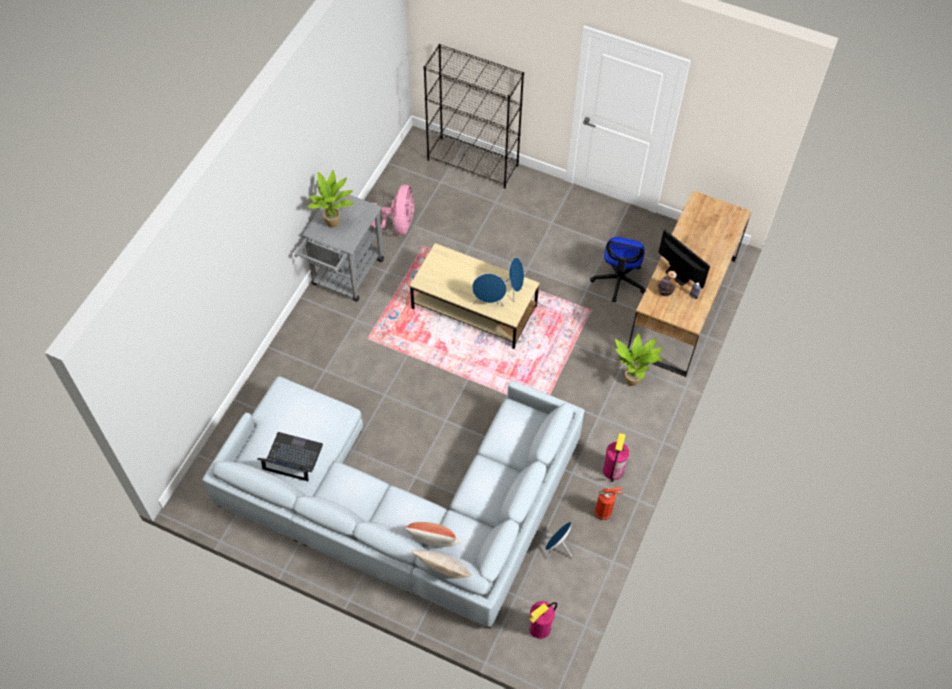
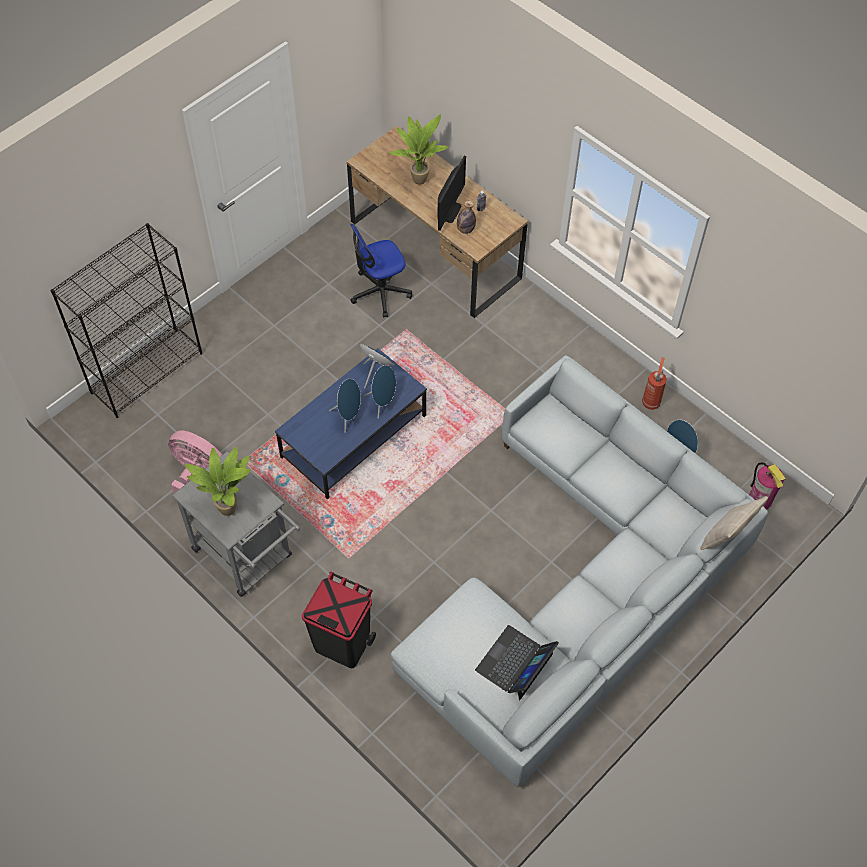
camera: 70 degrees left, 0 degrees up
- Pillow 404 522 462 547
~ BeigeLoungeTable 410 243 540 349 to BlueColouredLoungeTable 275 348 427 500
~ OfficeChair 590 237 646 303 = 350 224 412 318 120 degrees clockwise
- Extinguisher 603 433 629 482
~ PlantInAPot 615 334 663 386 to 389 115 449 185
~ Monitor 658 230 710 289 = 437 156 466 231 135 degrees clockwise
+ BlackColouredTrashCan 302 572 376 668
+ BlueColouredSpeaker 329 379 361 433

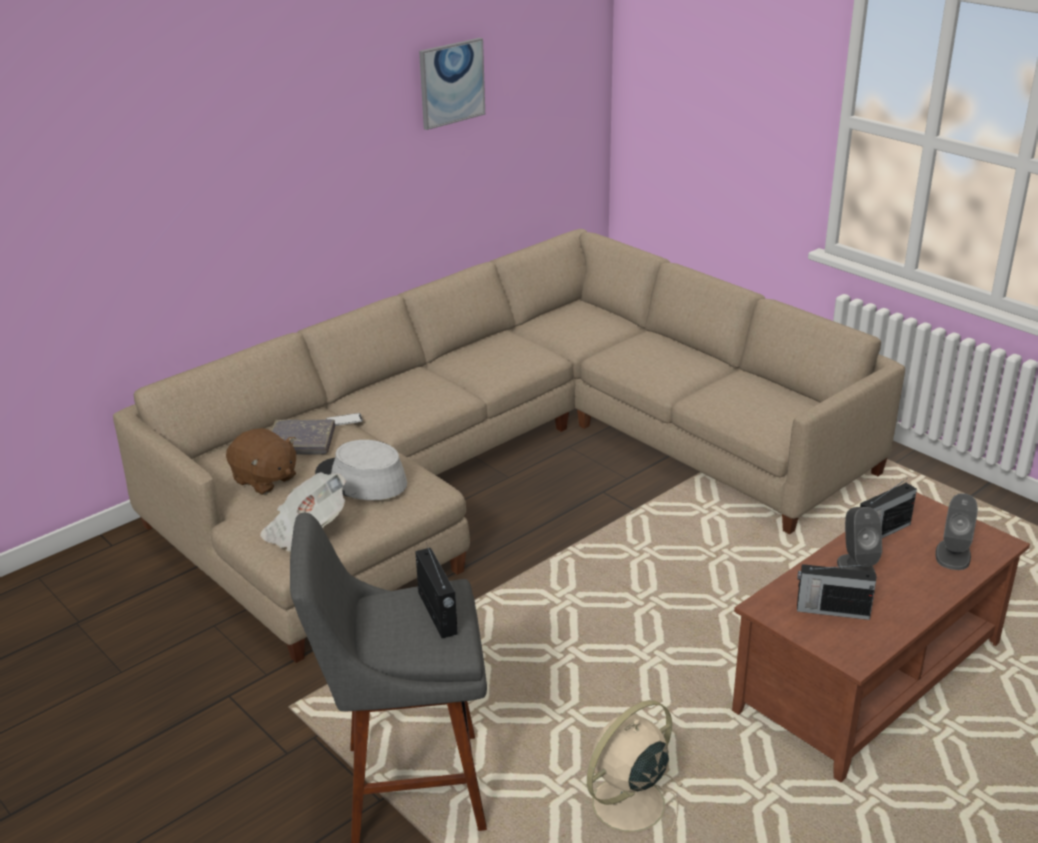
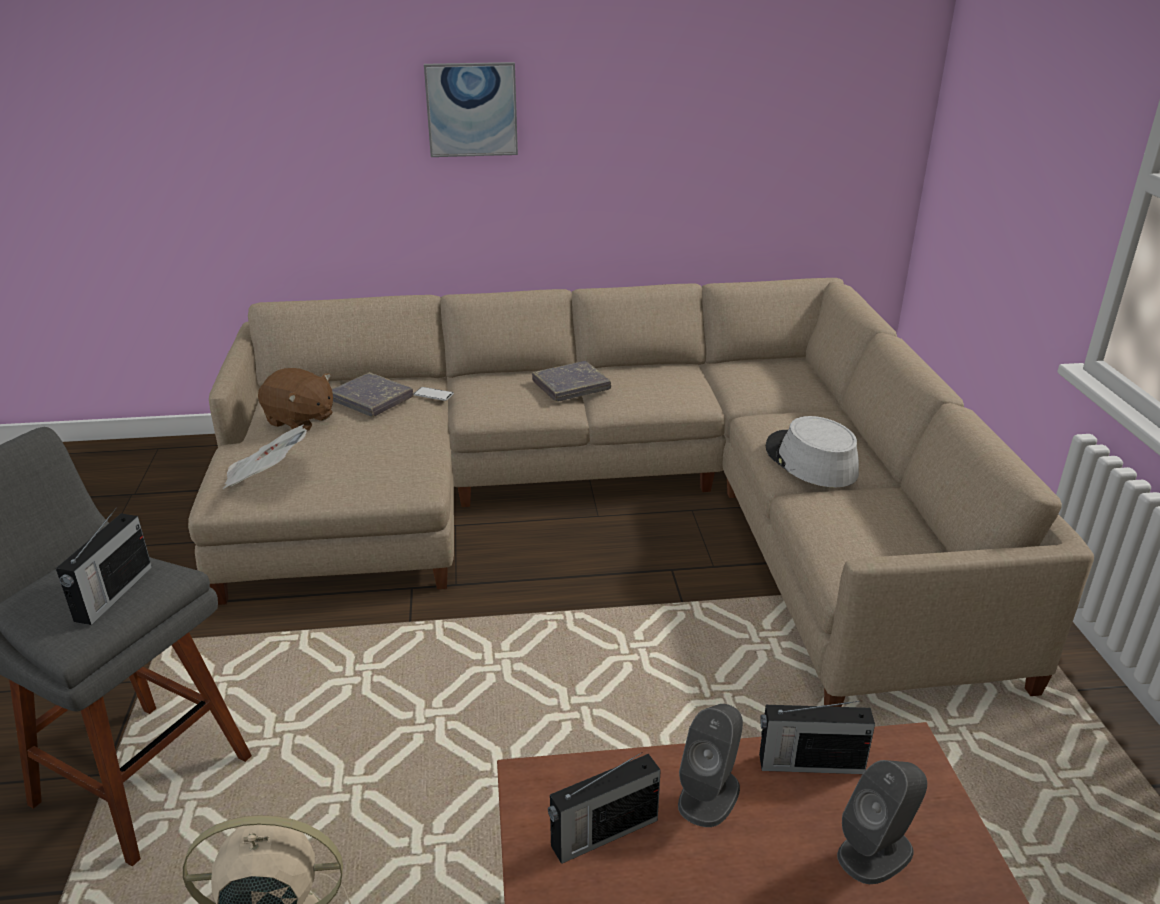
camera: 35 degrees right, 0 degrees up
~ BrownColouredSoftToy 226 428 296 495 = 258 368 333 431 45 degrees counterclockwise
~ GrayHat 315 440 407 500 to 766 416 859 487
~ WallArt 419 38 485 130 to 424 62 518 157
~ RadioSet 797 564 876 620 = 548 752 661 864 75 degrees counterclockwise
+ GrayVolume 532 361 611 402

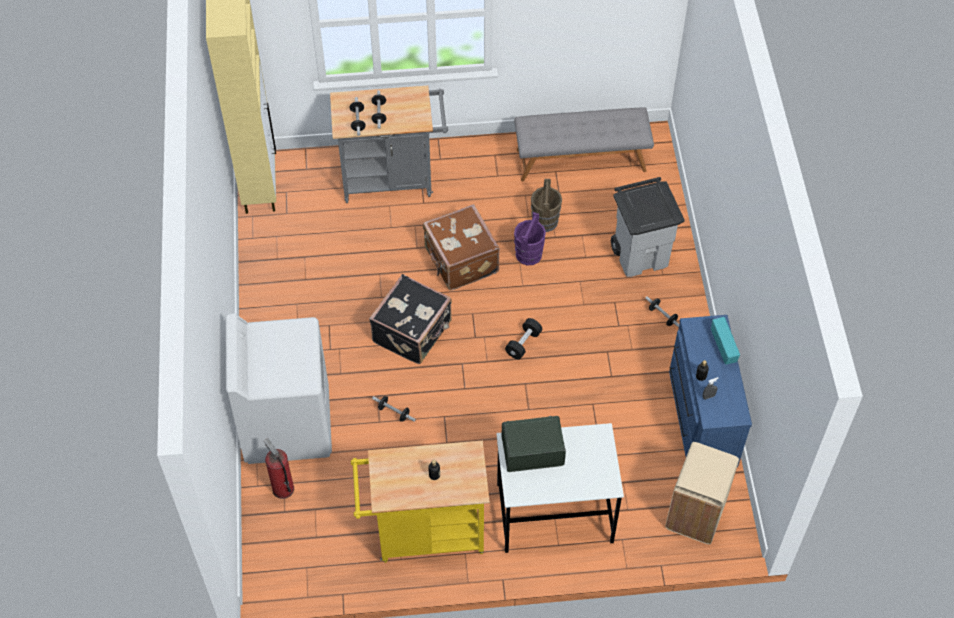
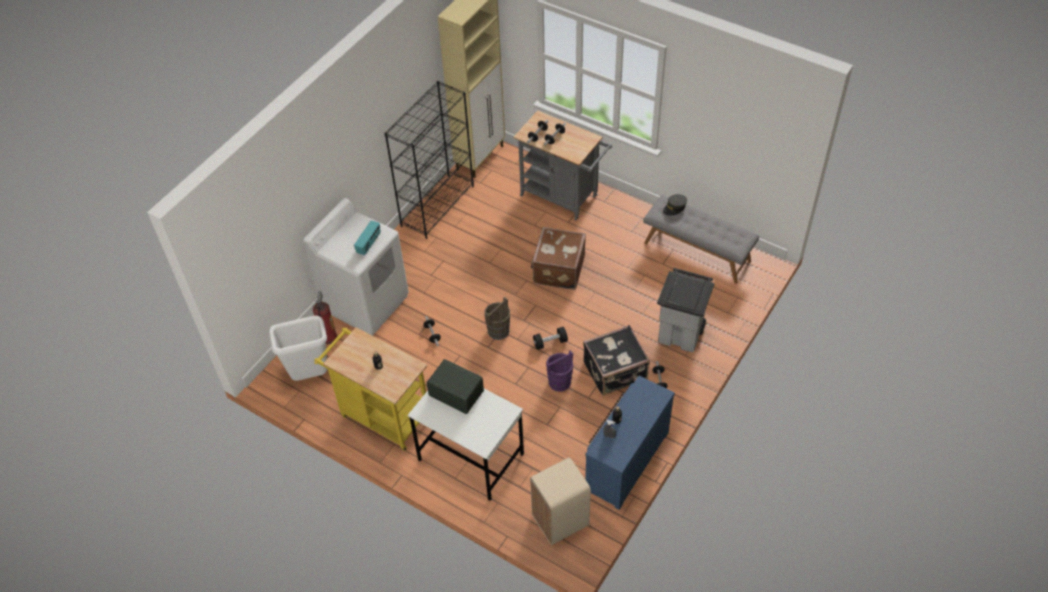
camera: 40 degrees right, 5 degrees down
~ BlackColouredTravelCase 369 274 452 364 to 583 325 650 396
~ PurpleBucket 514 212 546 266 to 546 350 573 392
~ BrownColouredBucket 531 179 562 232 to 484 297 510 340
~ RadioSet 711 317 740 365 to 354 220 381 255
+ WhiteColouredTrashCan 269 315 327 381
+ BlackColouredShelvingUnit 385 81 474 239
+ GrayBaseballCap 663 194 687 216

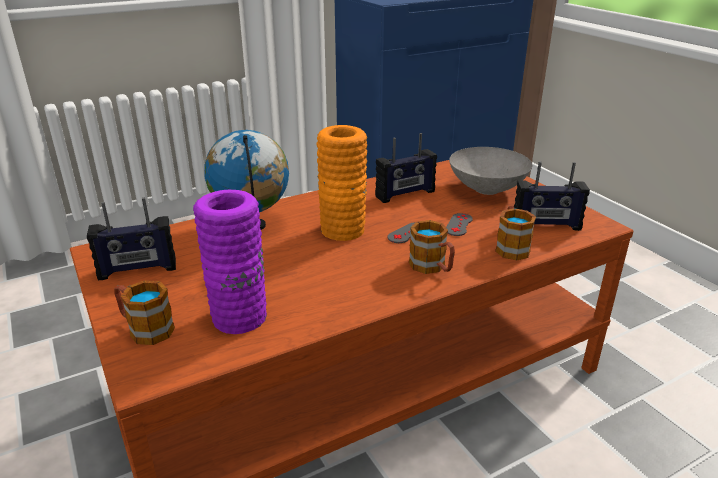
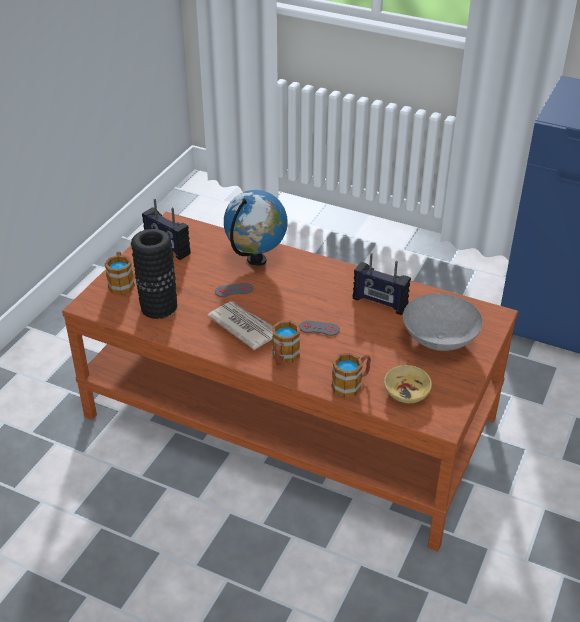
camera: 55 degrees right, 10 degrees up
~ PurpleVase 193 190 267 334 to BlackColouredVase 131 229 177 319
- OrangeVase 316 125 367 241
~ GrayJoypad 446 213 473 236 to 215 283 253 297
~ RadioSet 514 161 590 231 to BeigeDeepDish 384 365 432 403
+ DailyPaper 208 301 273 350

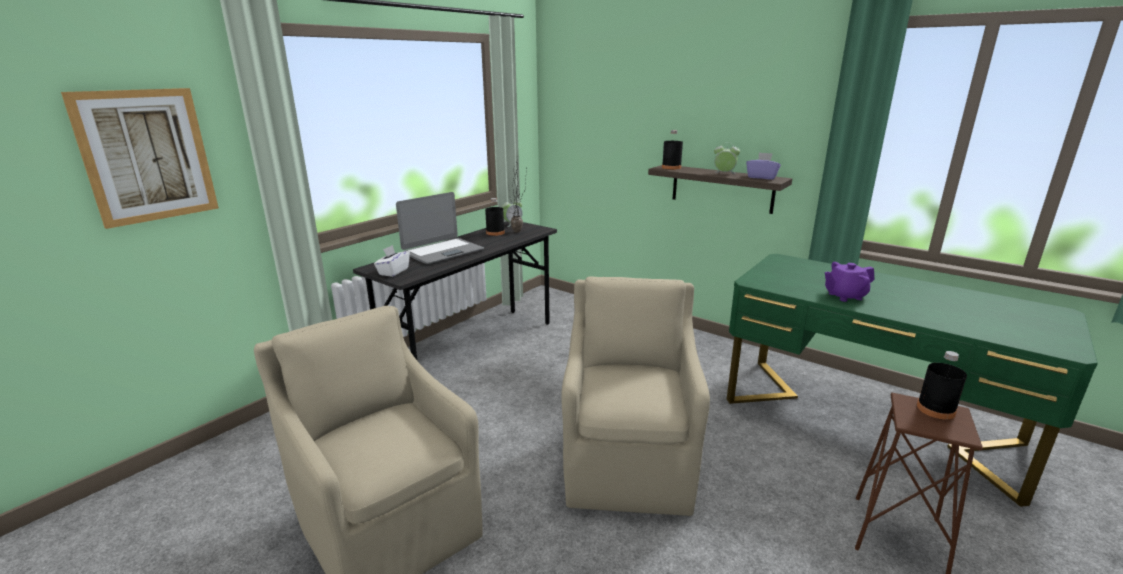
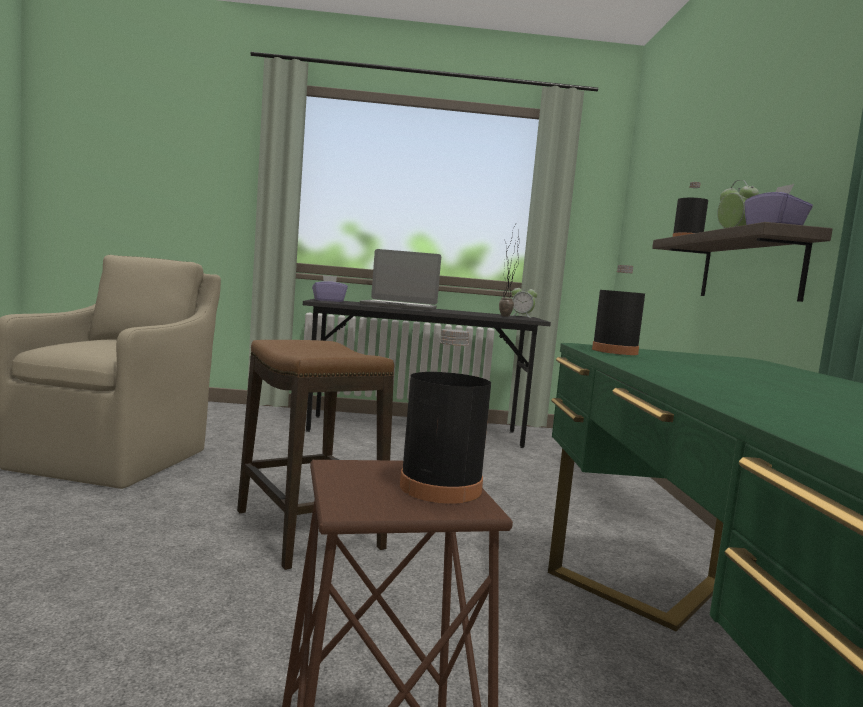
camera: 50 degrees right, 15 degrees down
- WallArt 61 88 219 229
~ WhiteColouredBoxOfTissues 374 245 410 277 to PurpleBoxOfTissues 312 275 348 302
~ BlackColouredDrinkBottle 485 198 505 236 to 592 265 645 355
~ BeigeArmchair 561 276 710 516 to Stool 237 340 394 570
- PurpleTeapot 825 262 874 302

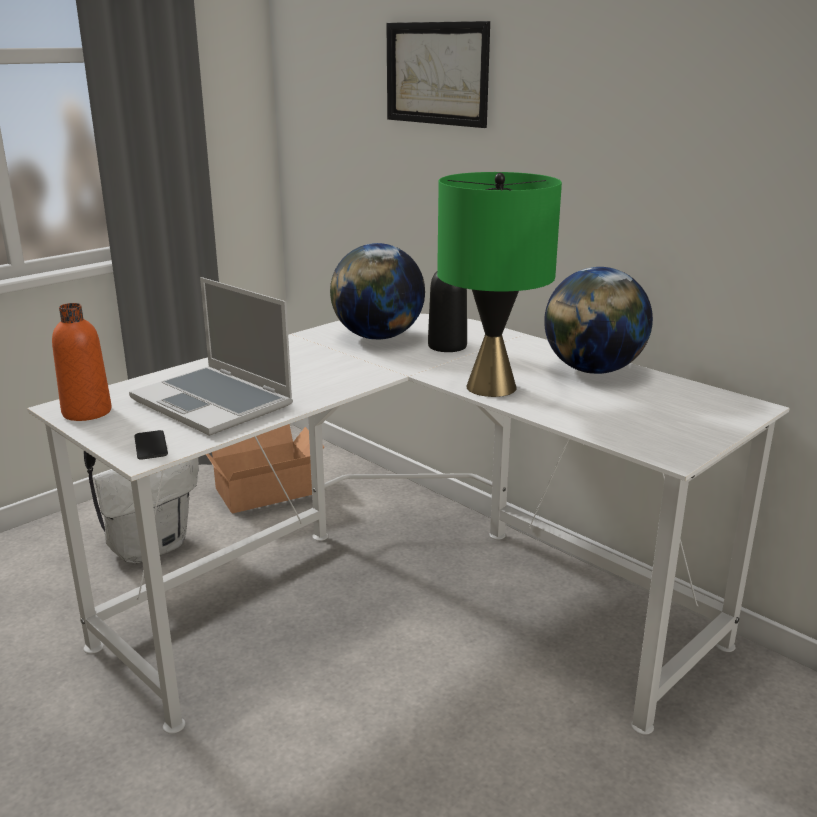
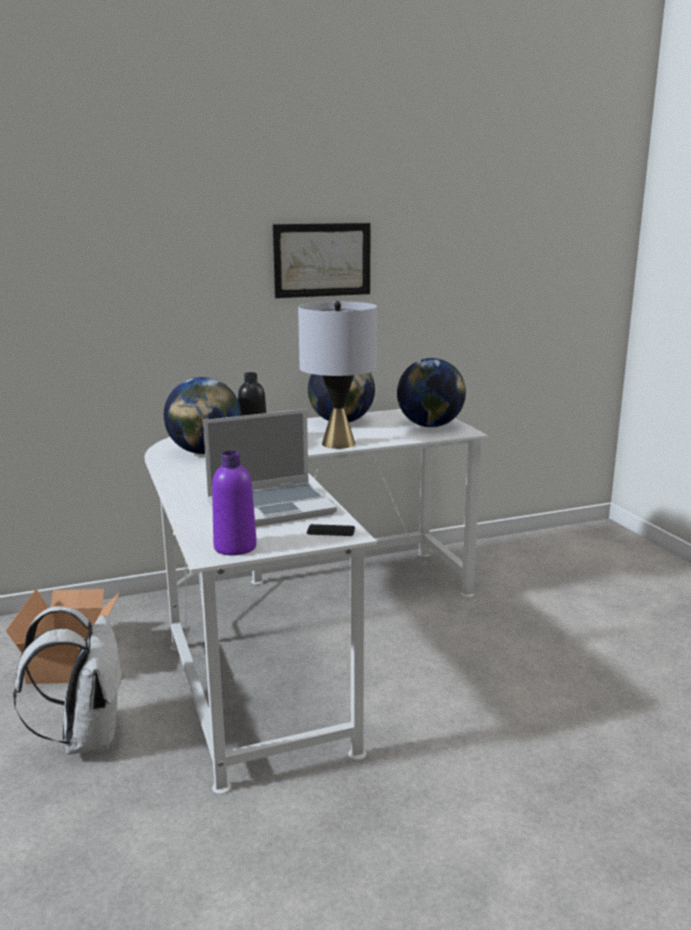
camera: 65 degrees left, 5 degrees down
~ OrangeDrinkBottle 52 303 112 421 to PurpleDrinkBottle 212 451 257 555
~ WallArt 386 21 490 128 to 273 223 371 298
~ GreenTableLamp 437 172 562 397 to GrayTableLamp 298 301 377 449
+ DeskGlobe 397 358 466 427

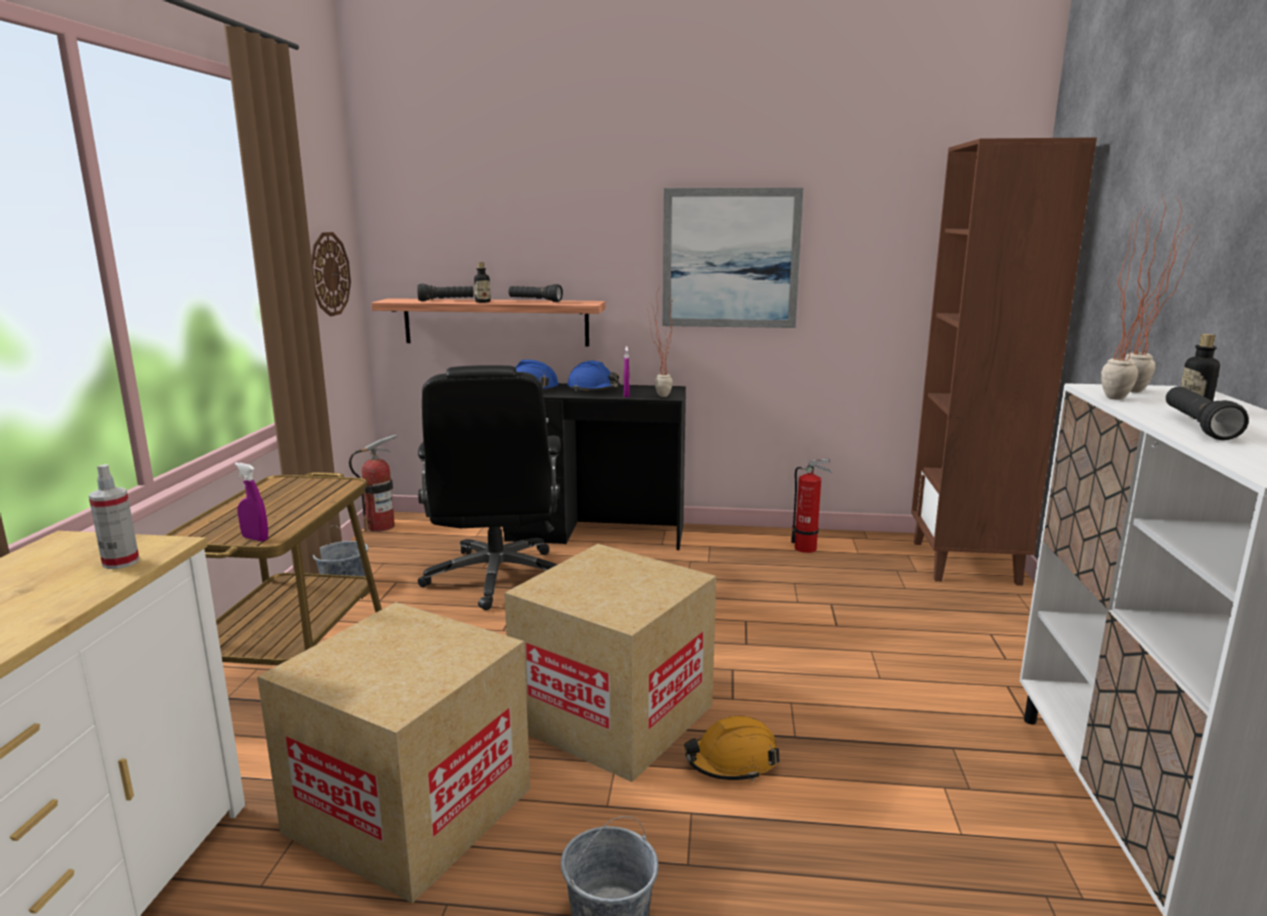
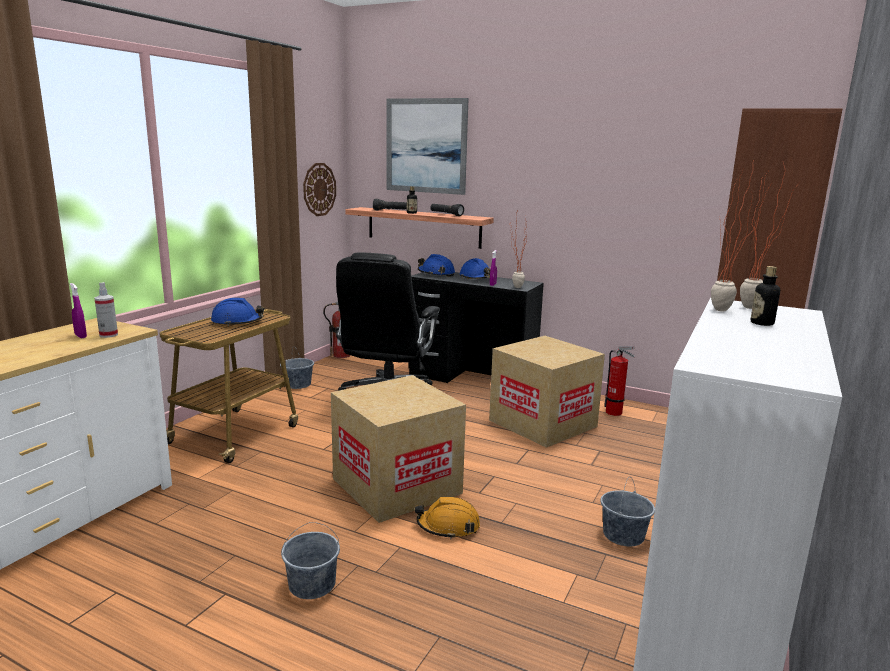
camera: 20 degrees right, 0 degrees up
~ PurpleSprayer 235 463 268 542 to 70 283 87 338
~ CardboardBox 257 602 530 903 to 489 336 605 448
~ WallArt 663 188 803 328 to 387 98 469 195
- BlackColouredFlashlight 1166 386 1249 440
+ BlueColouredWorkHelmet 211 298 264 326
+ GrayBucket 600 477 655 547

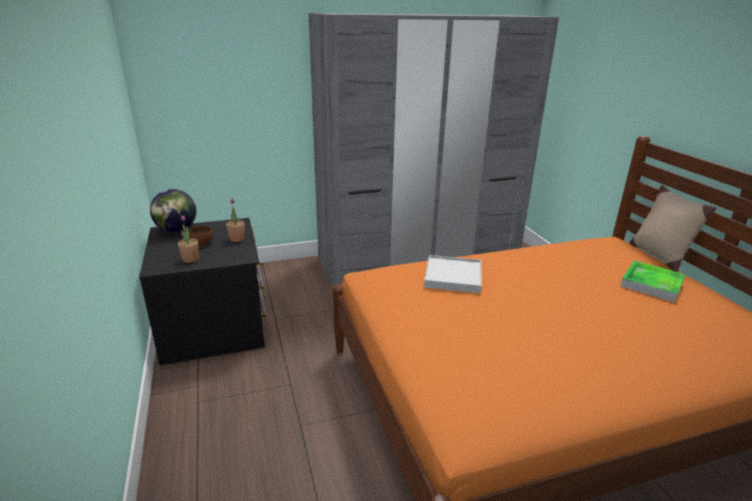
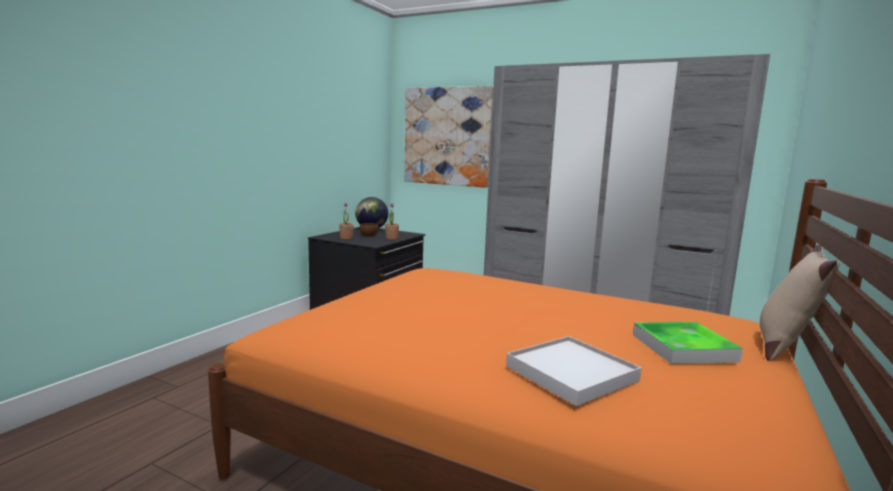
camera: 45 degrees right, 15 degrees down
~ WhiteColouredServingTray 424 255 482 293 to 506 336 642 406
+ WallArt 404 86 493 188

